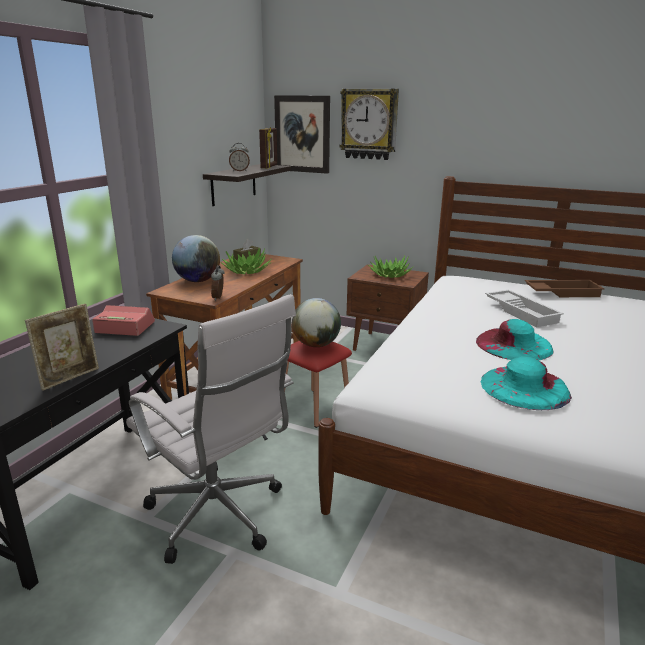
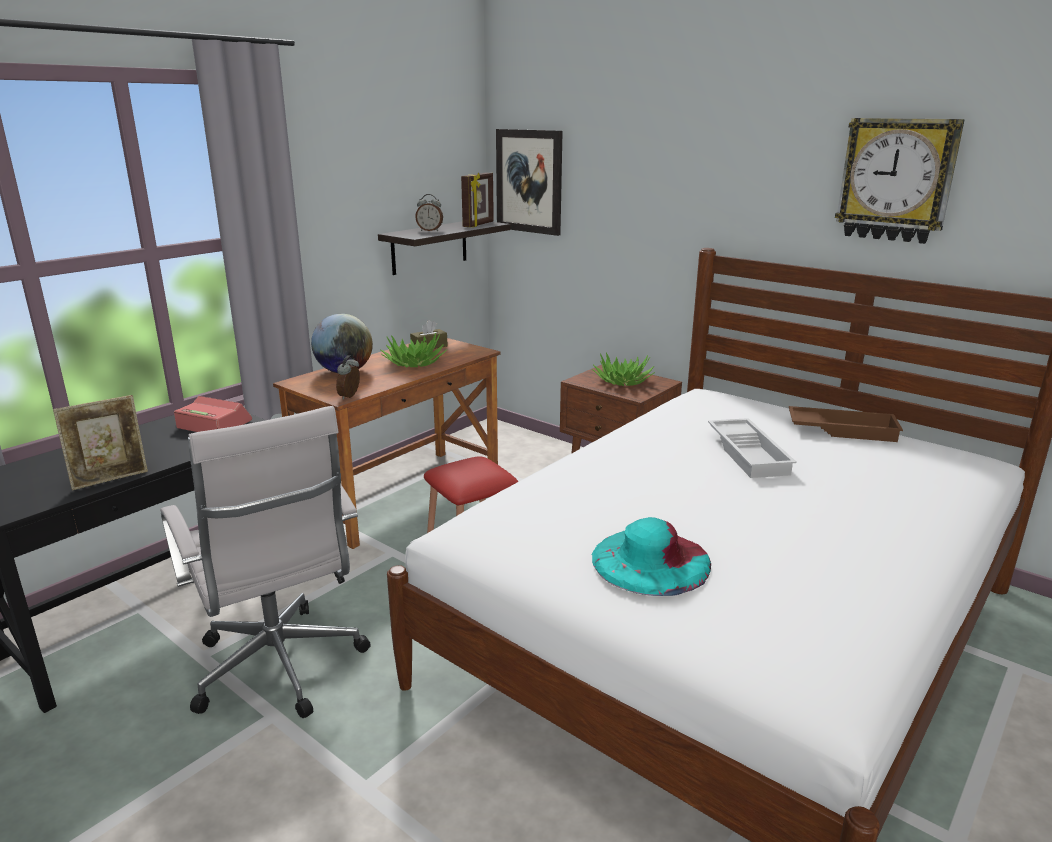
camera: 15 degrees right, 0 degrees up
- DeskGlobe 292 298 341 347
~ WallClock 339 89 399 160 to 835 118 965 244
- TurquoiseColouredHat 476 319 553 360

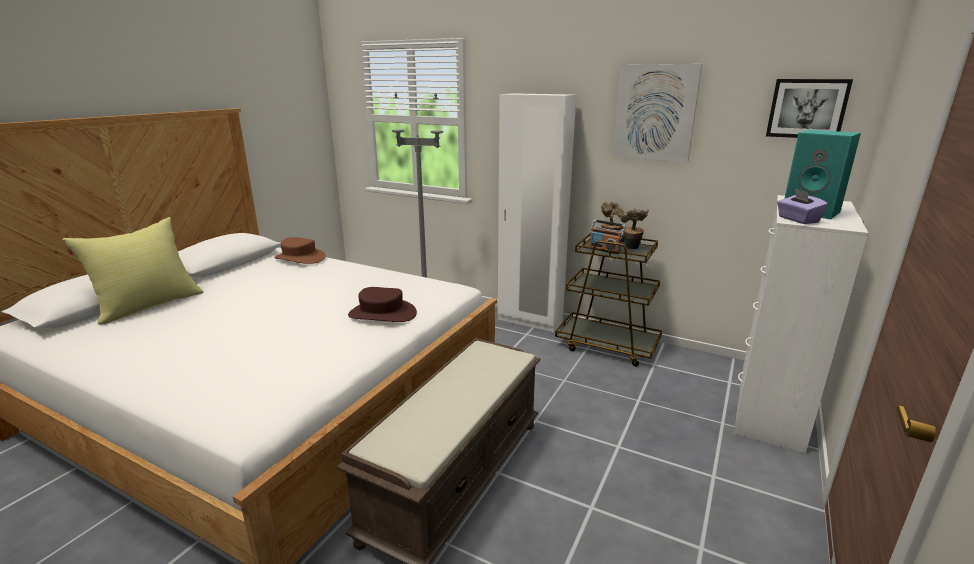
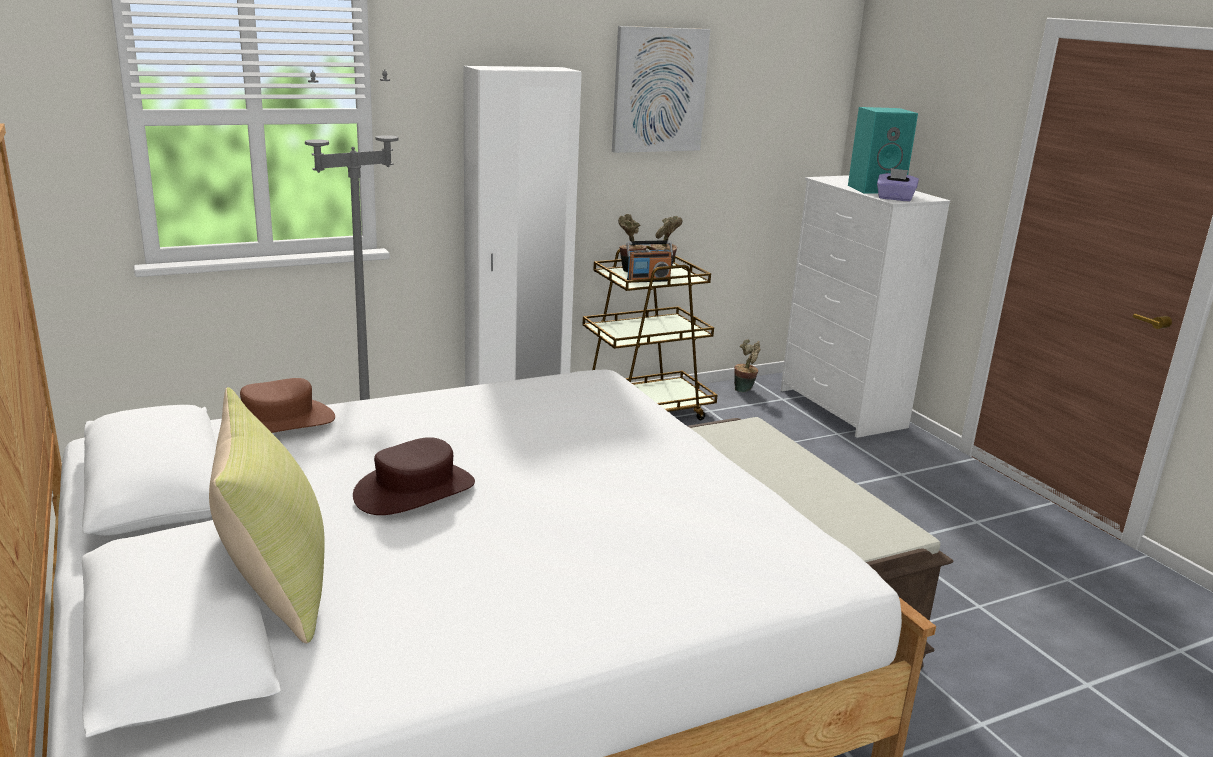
camera: 55 degrees left, 0 degrees up
~ BrownColouredHat 348 287 417 322 to 353 437 475 515
- WallArt 766 79 853 138
+ PlantInAPot 734 339 760 392

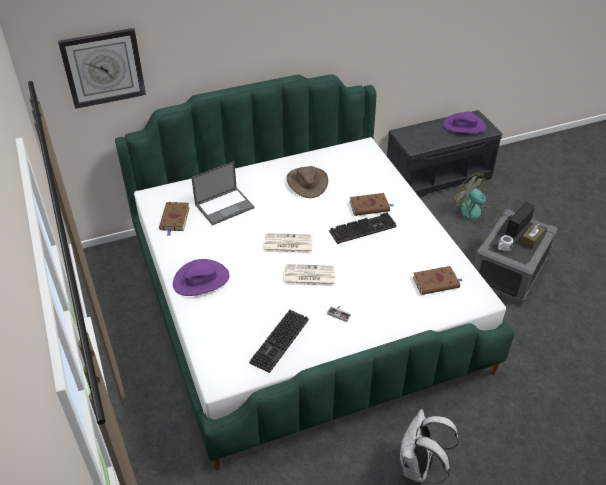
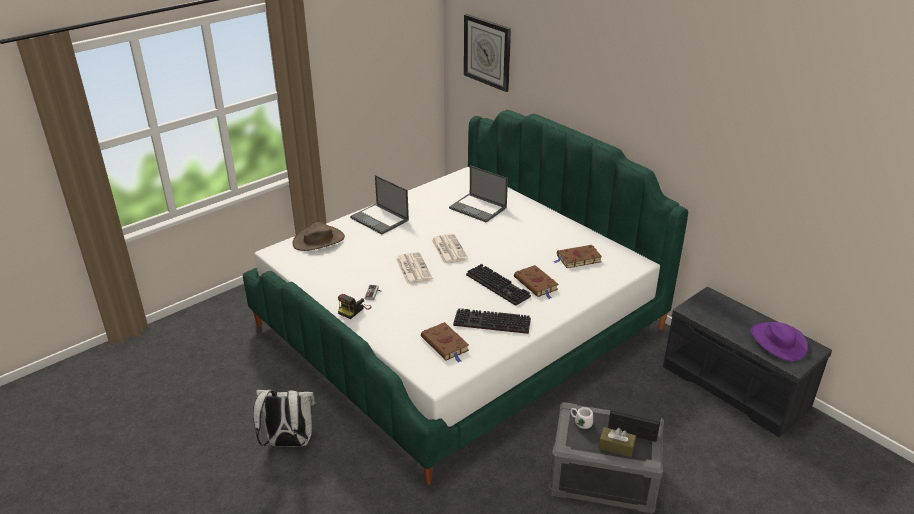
camera: 70 degrees right, 10 degrees down
~ BrownColouredVolume 159 202 190 236 to 553 245 602 268
~ PurpleHat 173 259 229 296 to Laptop 350 175 409 234
~ Keyboard 249 310 309 373 to 453 308 531 334
~ BrownColouredHat 287 166 328 198 to 293 222 345 251
- Fan 454 173 498 227
+ StillCamera 338 294 372 319

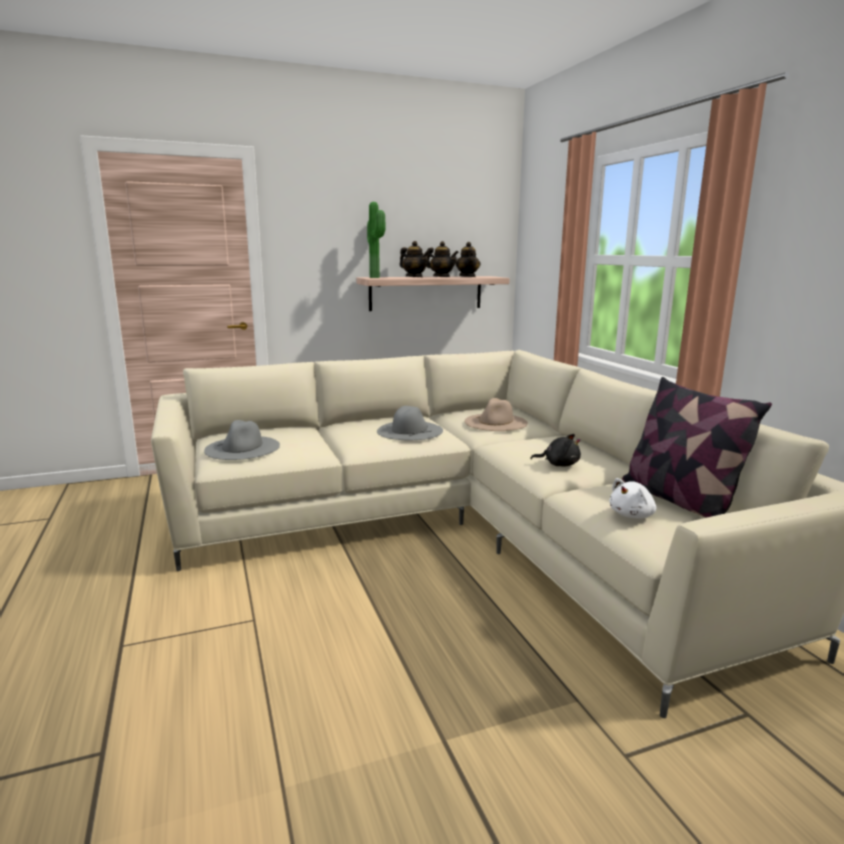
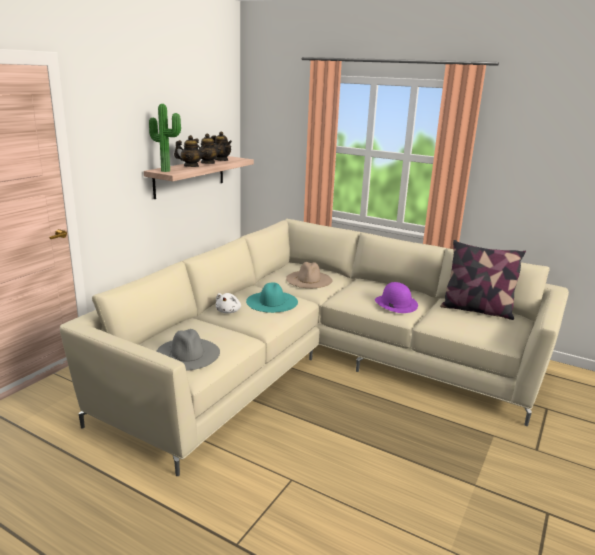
camera: 40 degrees left, 5 degrees up
~ GrayHat 377 406 443 440 to TurquoiseColouredHat 246 282 298 313
~ BlackColouredSoftToy 530 434 581 467 to PurpleHat 375 282 418 313
~ WhiteColouredSoftToy 609 478 656 519 to 216 293 241 313

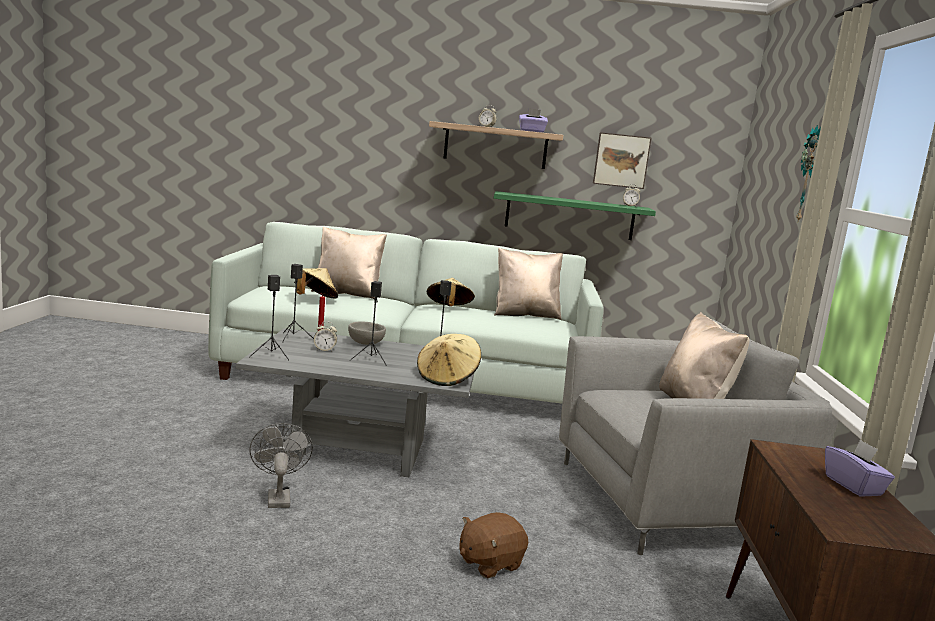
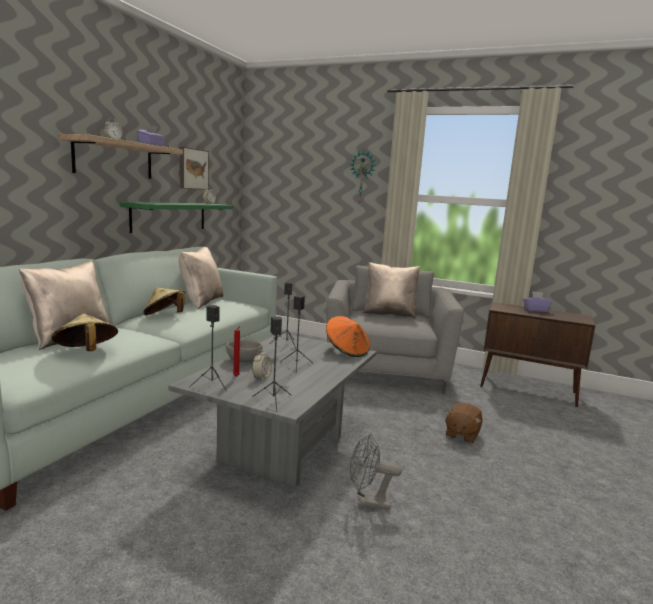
camera: 70 degrees left, 0 degrees up
~ BeigeHat 417 334 481 386 to OrangeHat 326 316 370 357
~ BrownColouredSoftToy 459 512 528 578 = 445 403 483 443 45 degrees clockwise

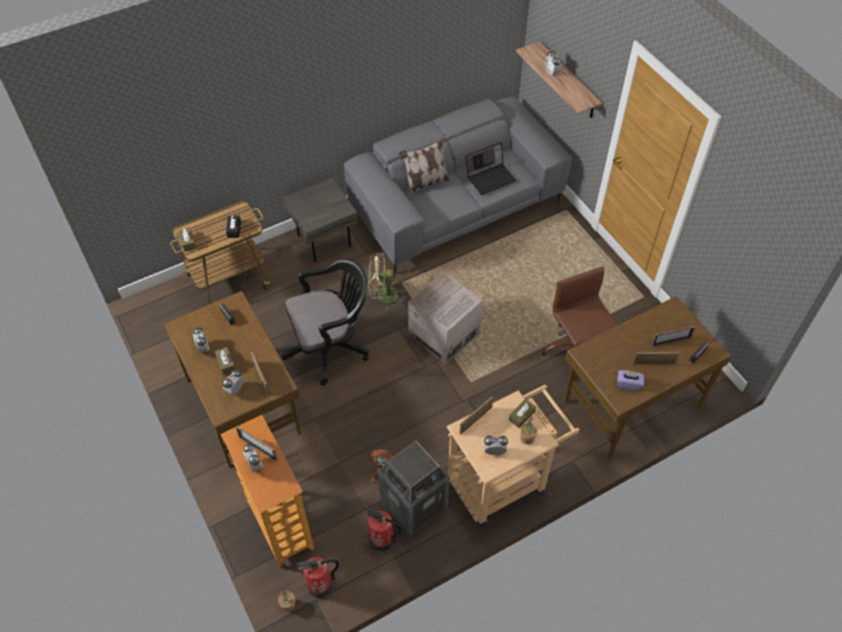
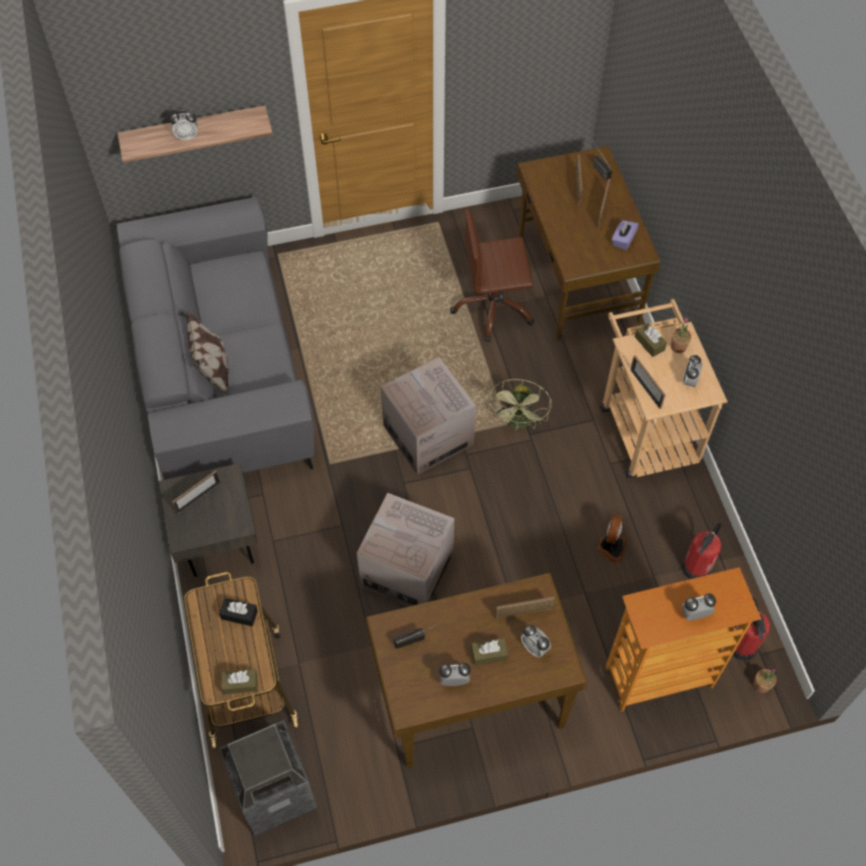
camera: 75 degrees left, 5 degrees up
~ PictureFrame 236 426 278 461 to 172 470 221 515
~ BlackColouredOfficeChair 282 258 369 386 to CardboardBox 357 493 454 606
~ GreenFan 368 253 405 310 to 489 379 552 430
~ TrashCan 377 441 450 536 to 219 720 317 836
- Laptop 465 142 516 195

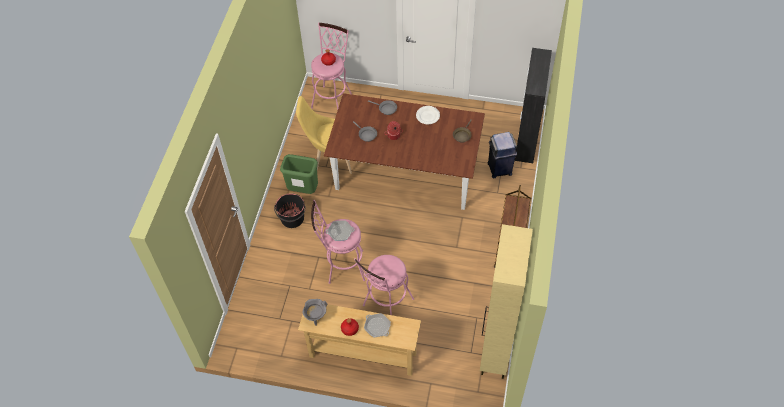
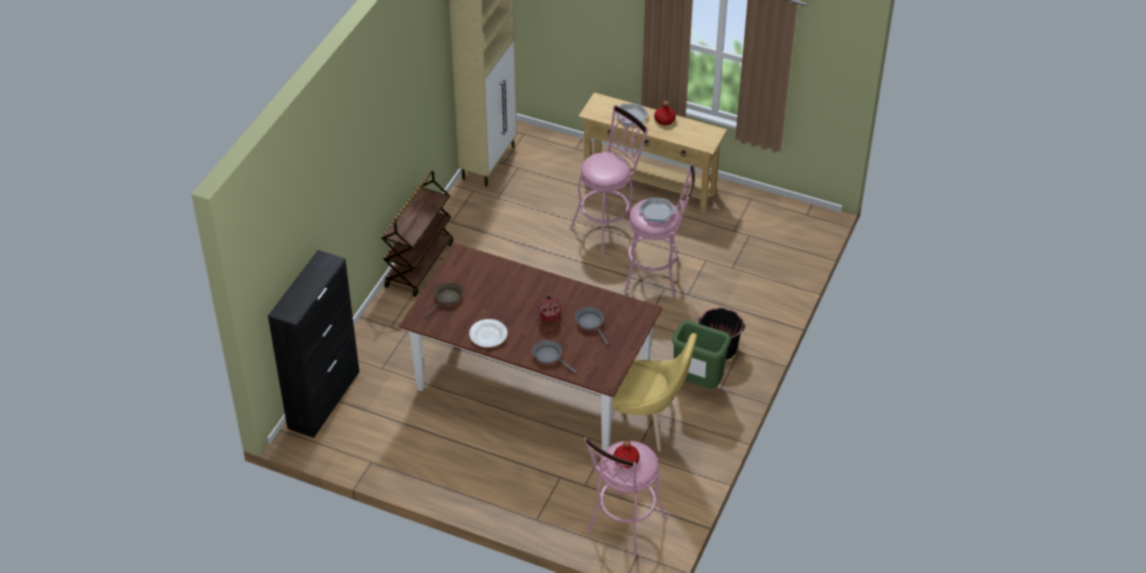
camera: 170 degrees left, 10 degrees down
- GrayStockpot 303 299 327 326
- BlueColouredTrashCan 488 132 517 178

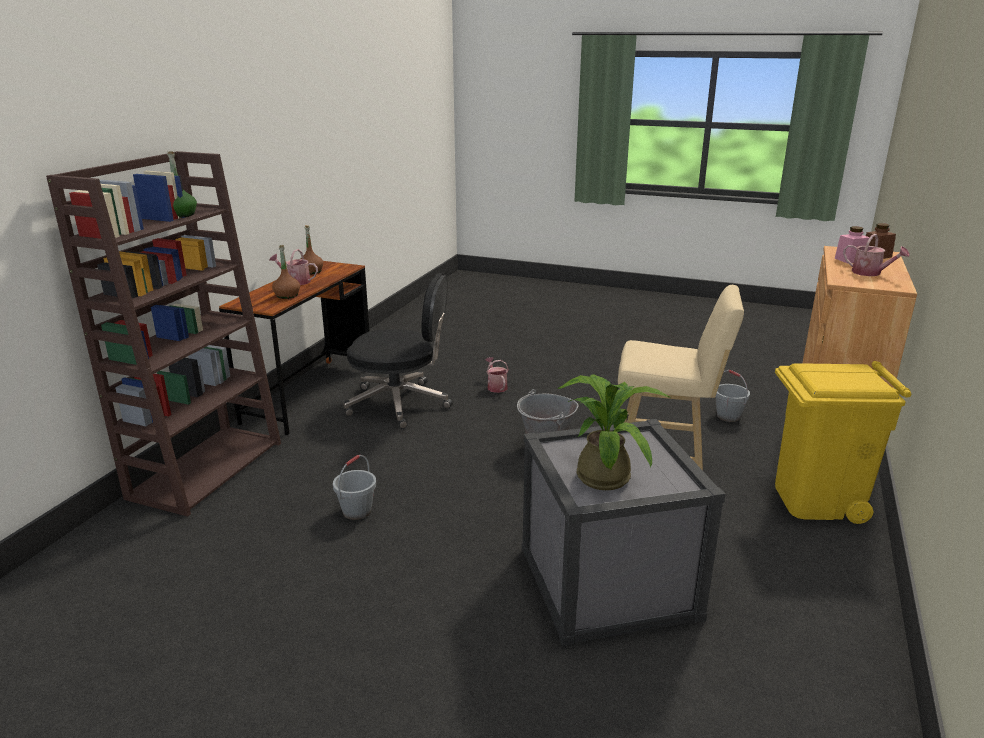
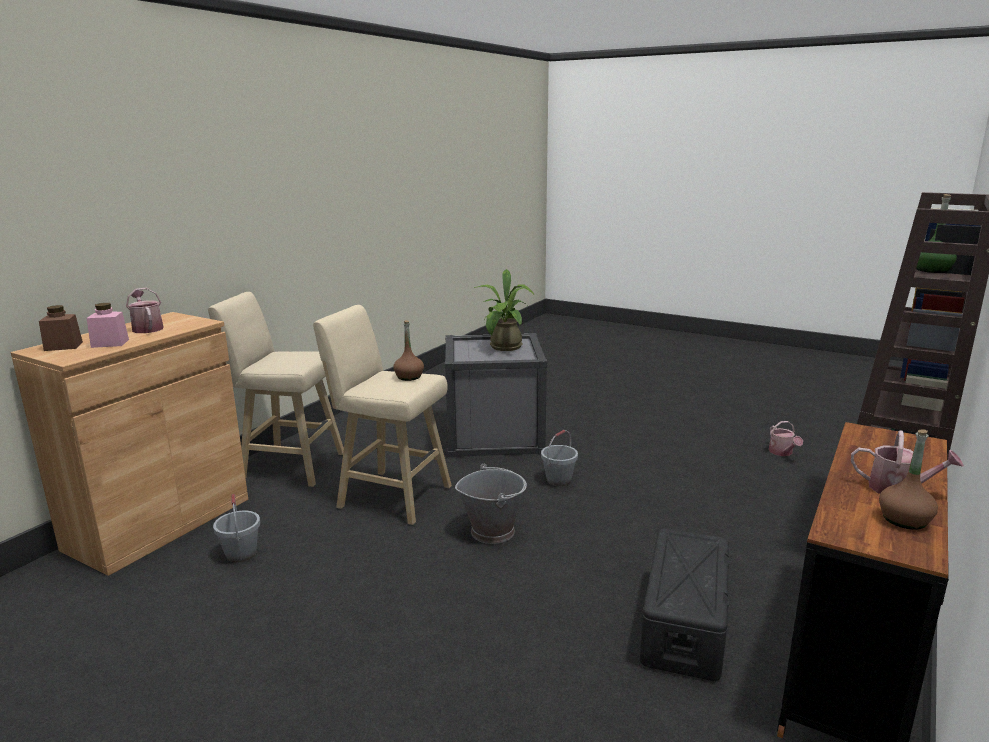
camera: 170 degrees left, 5 degrees down
~ BrownColouredDrinkBottle 272 245 300 299 to 393 320 424 381
~ GrayBucket 333 455 376 520 to 541 430 578 486
~ BlackColouredOfficeChair 344 273 453 429 to BlackColouredStorageBin 640 529 729 681
~ WateringPot 485 357 509 393 to 769 421 803 456
~ YellowTrashCan 775 361 911 524 to BeigeStool 208 292 344 487

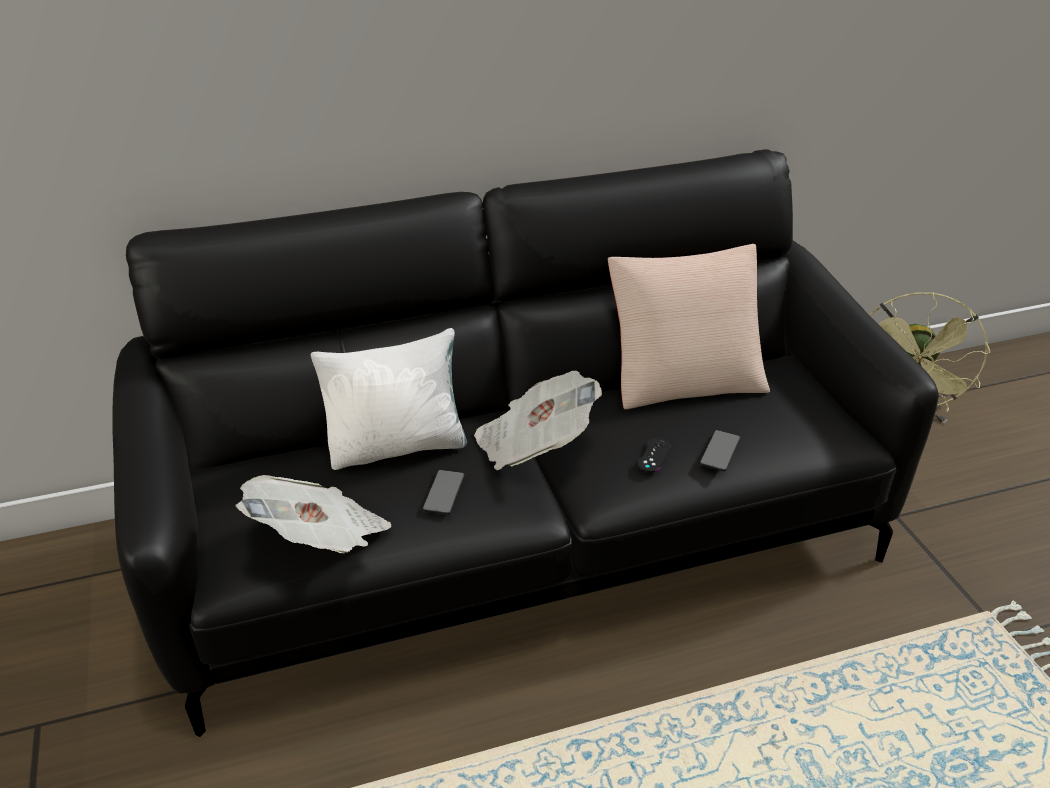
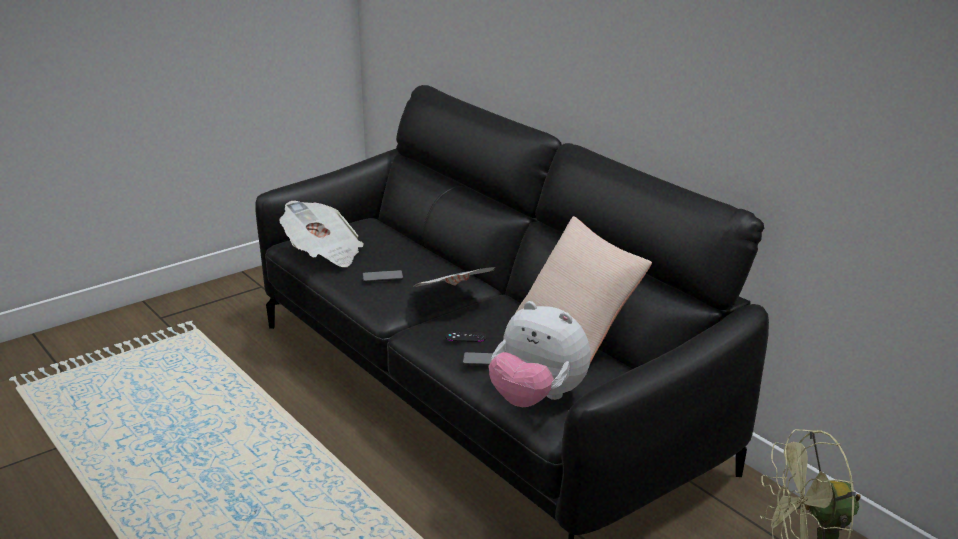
camera: 70 degrees right, 10 degrees down
- WhiteColouredPillow 311 328 467 470
+ SoftToy 489 301 591 407

